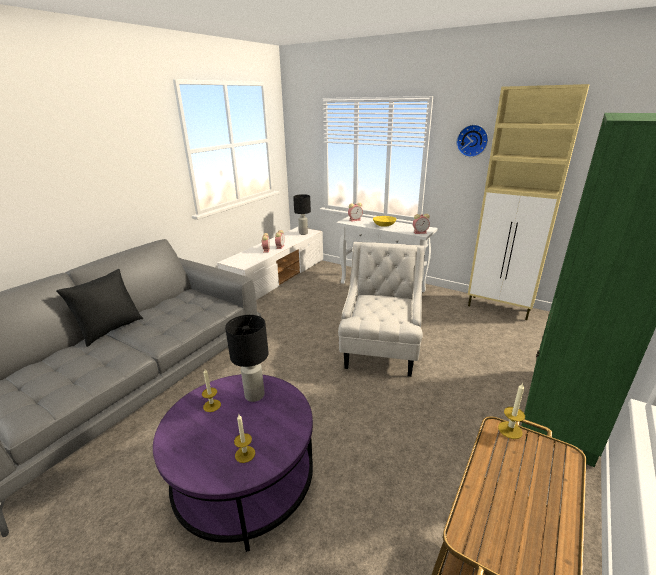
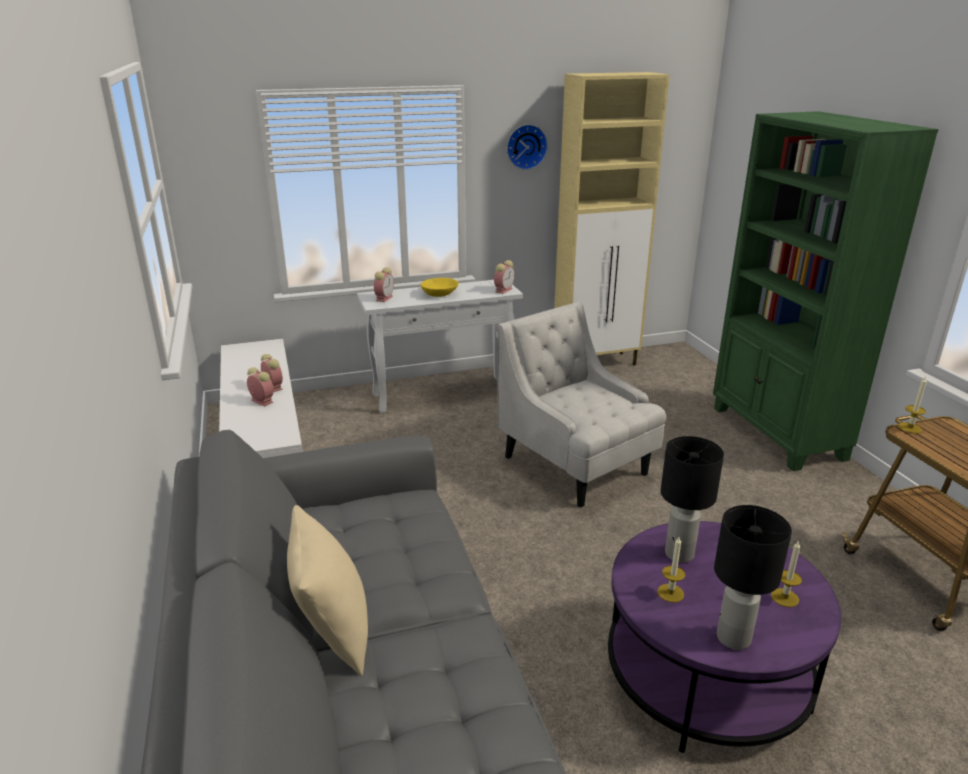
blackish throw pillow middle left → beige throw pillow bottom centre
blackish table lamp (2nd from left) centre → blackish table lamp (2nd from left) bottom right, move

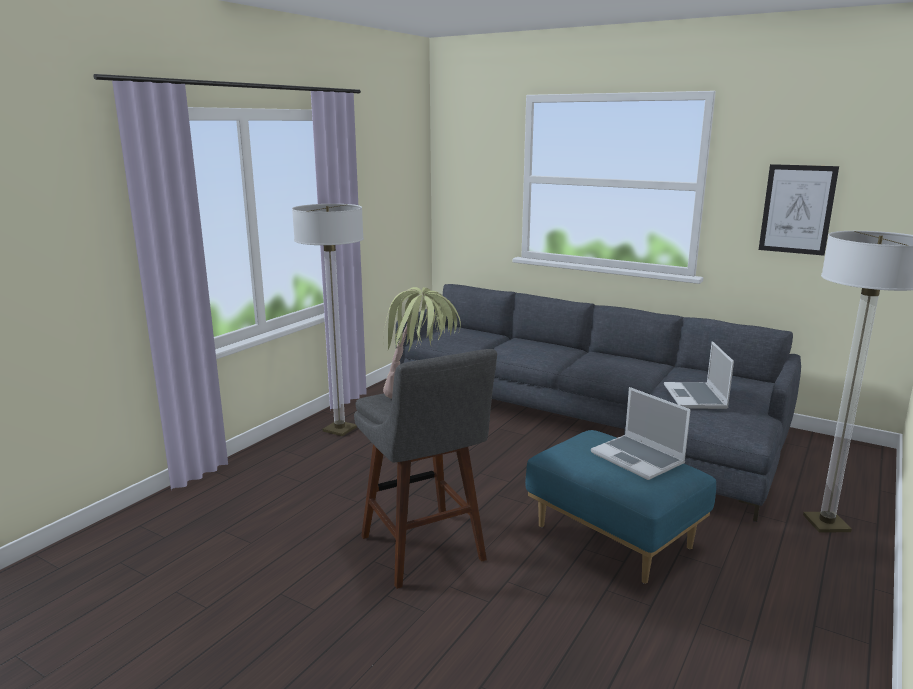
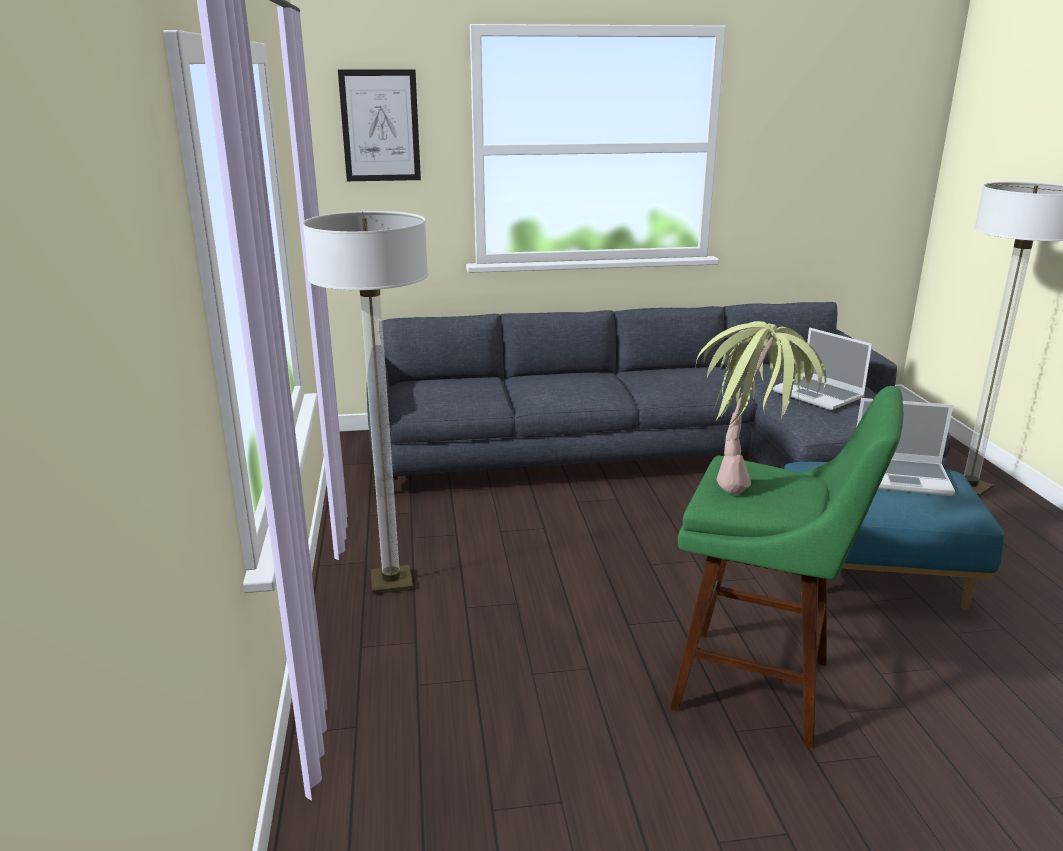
wall picture top right → wall picture top centre, move
grey sitting stool bottom centre → greenish sitting stool middle right

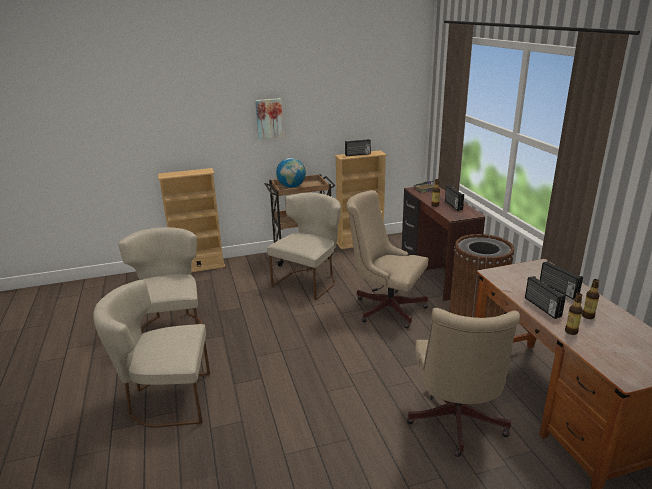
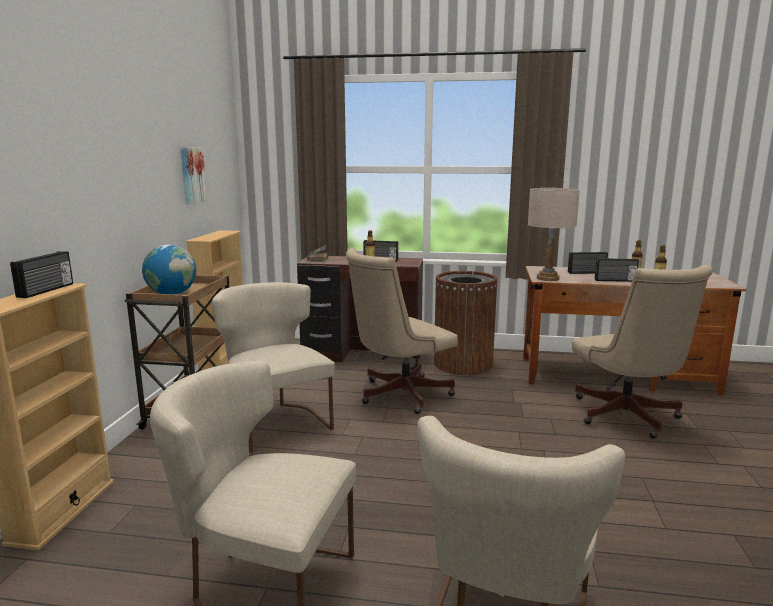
radio receiver (1st from left) top centre → radio receiver (1st from left) middle left, move
wall picture top centre → wall picture top left, move
- → beige table lamp middle right
beige desk chair (2nd from left) bottom right → beige desk chair (2nd from left) middle right, 45 degrees clockwise

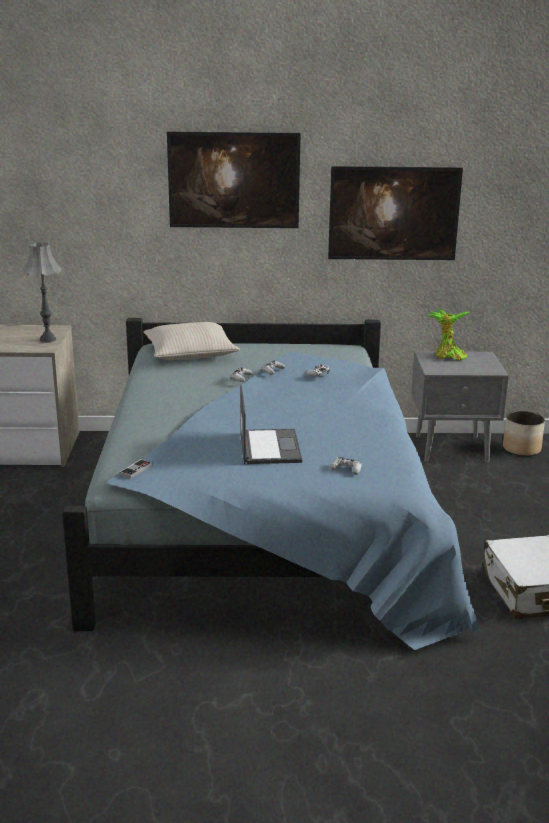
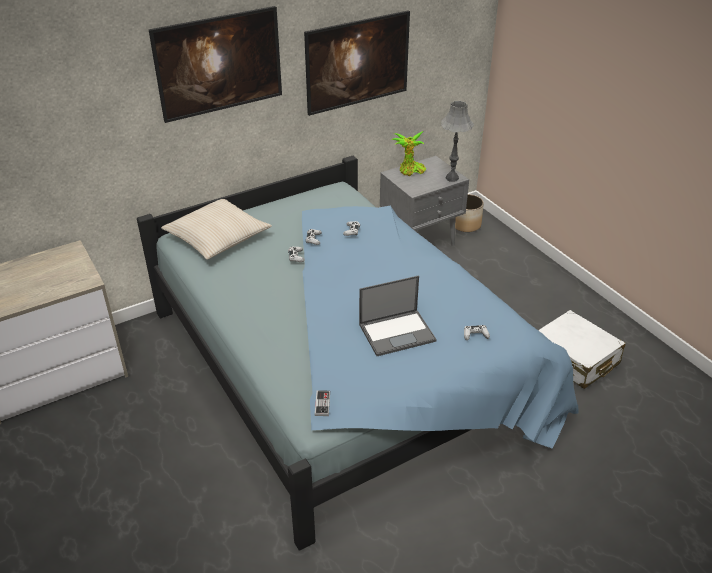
laptop centre, 105 degrees clockwise
grey table lamp middle left → grey table lamp top centre, move

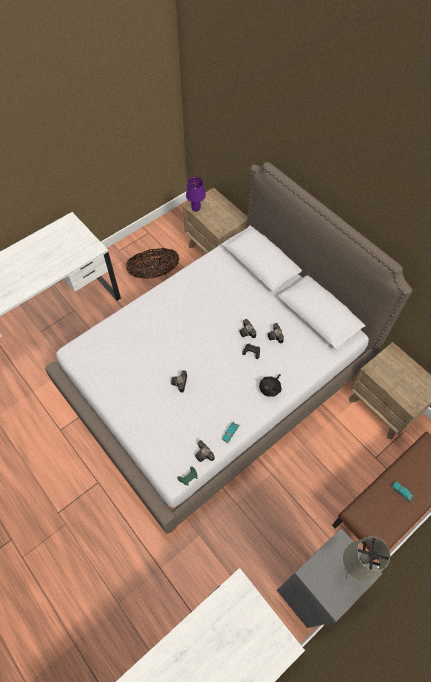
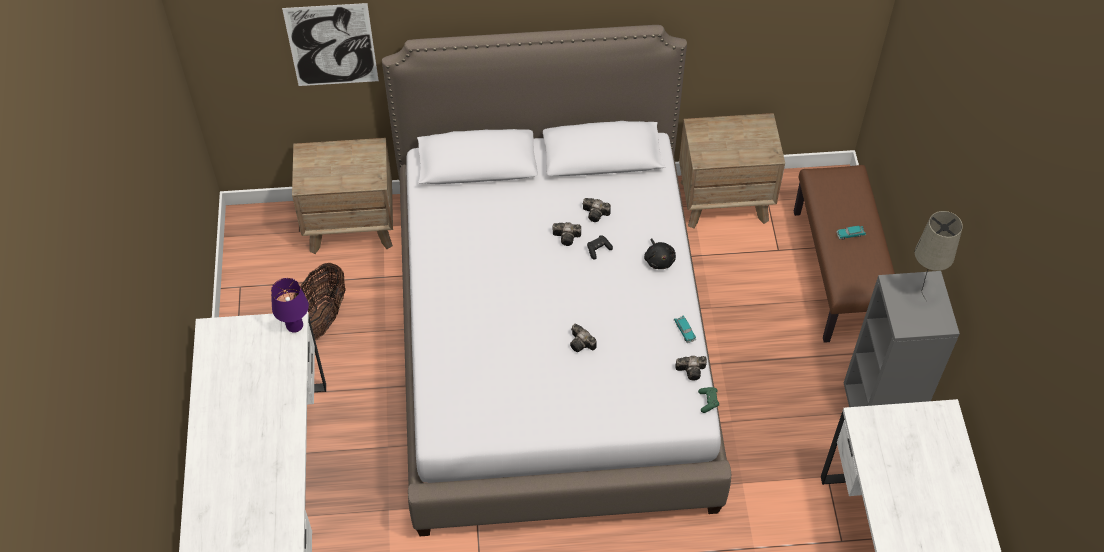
purplish table lamp top centre → purplish table lamp middle left, move
- → wall picture top left

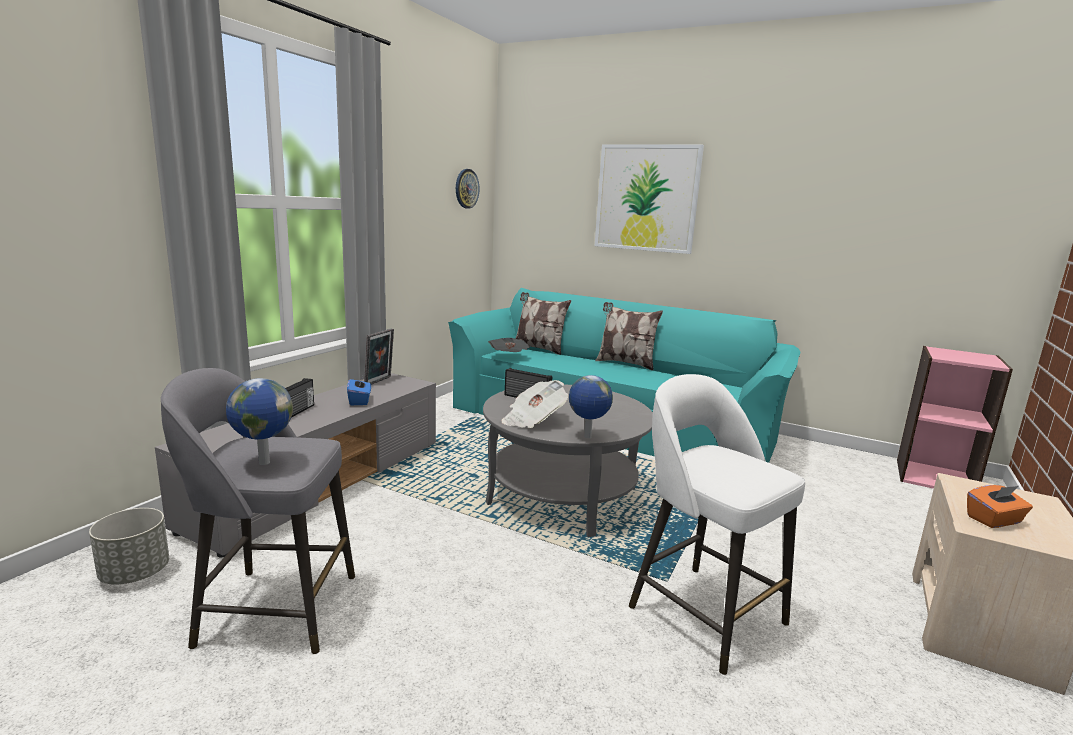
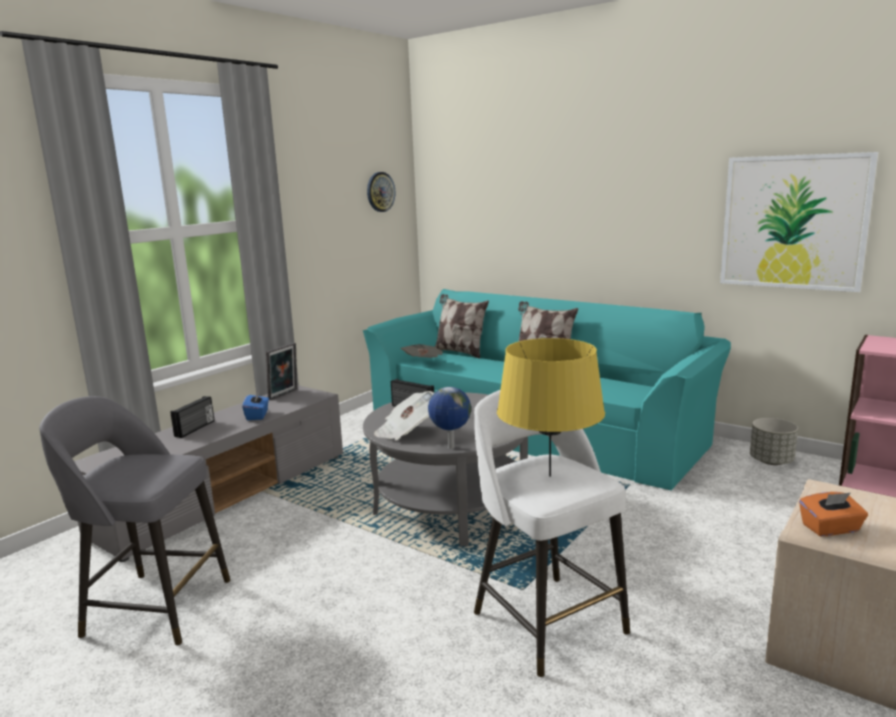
- → yellowish table lamp centre
wall picture top centre → wall picture top right, move
grey plant pot bottom left → grey plant pot middle right, move
desk globe (1st from left) middle left → -

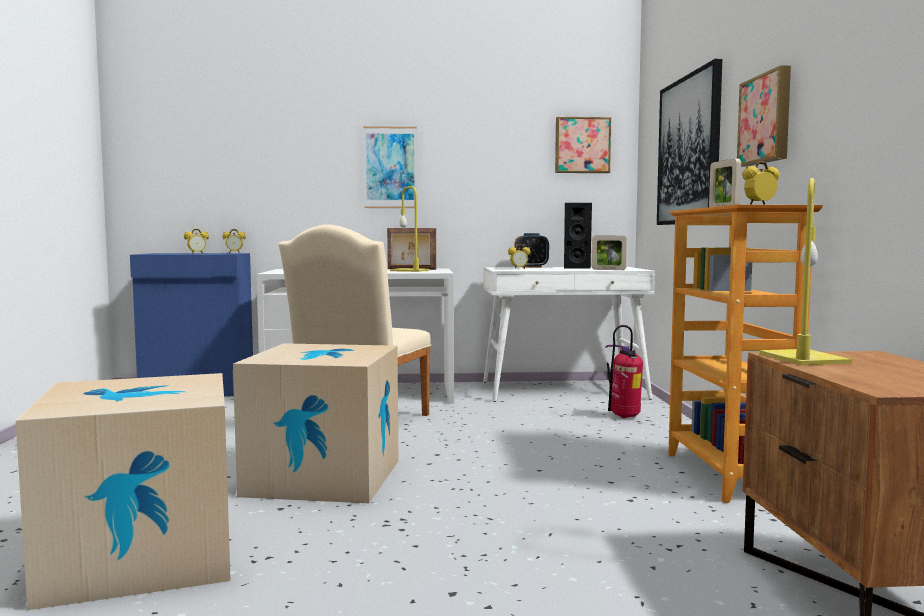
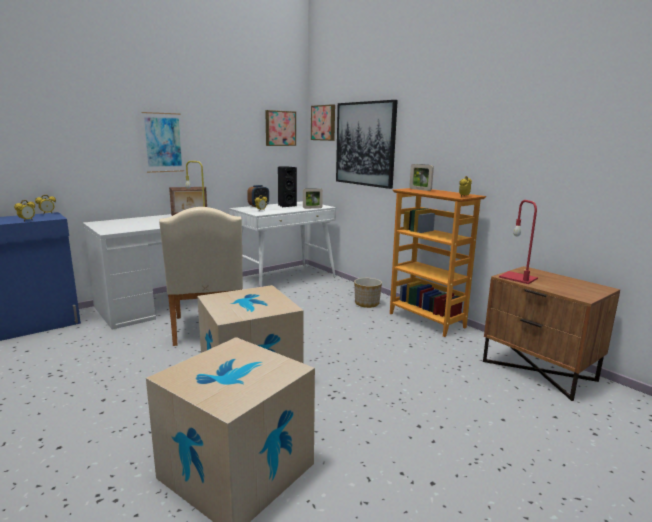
wall picture (4th from left in the first image) top right → wall picture (3rd from left) top centre, move
- → plant pot centre
yellowish table lamp (2nd from left) middle right → red-coloured table lamp middle right
fire-fighting cylinder middle right → -

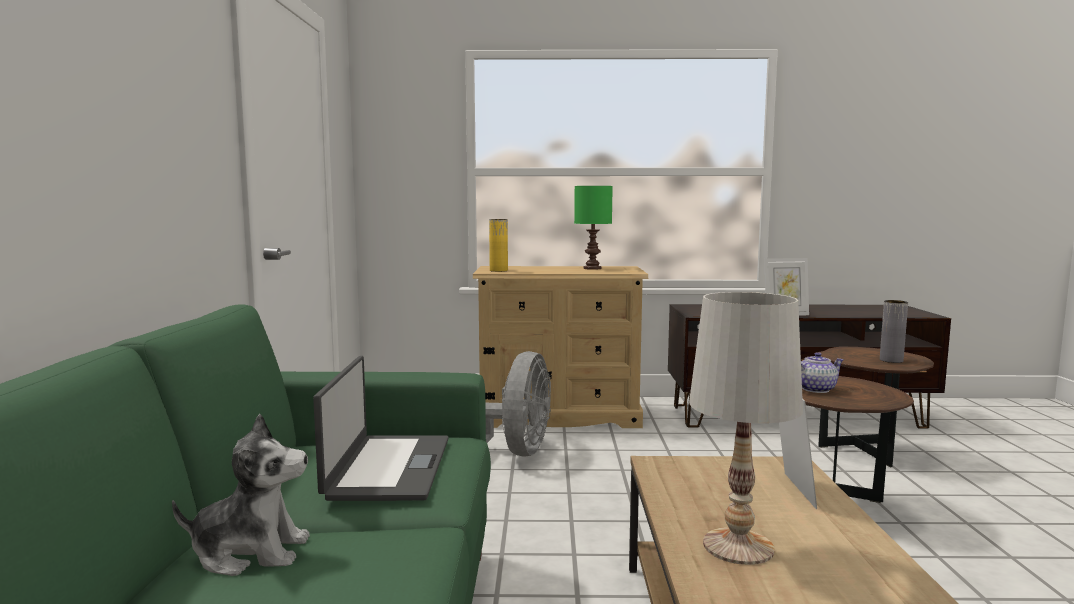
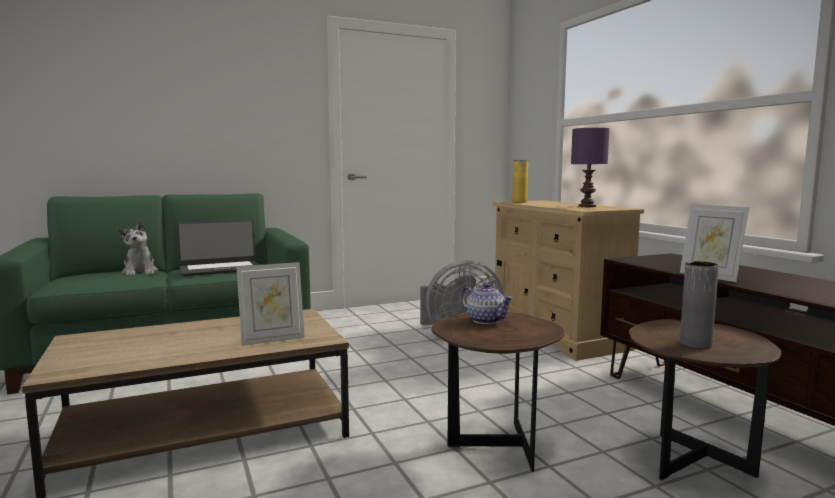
greenish table lamp centre → purplish table lamp middle right
white-coloured table lamp bottom right → -

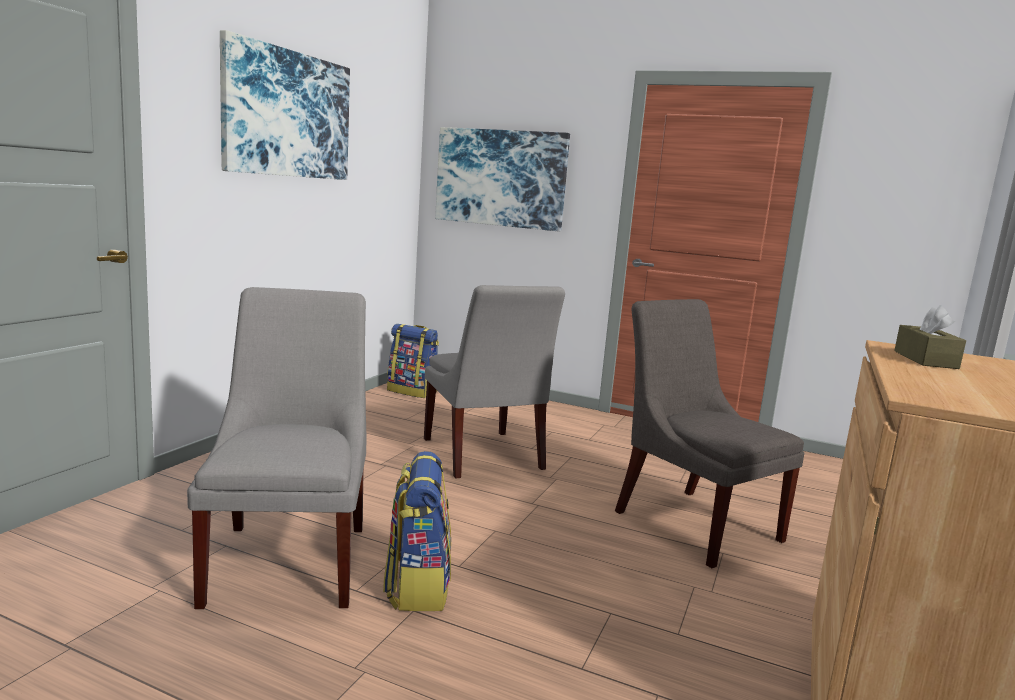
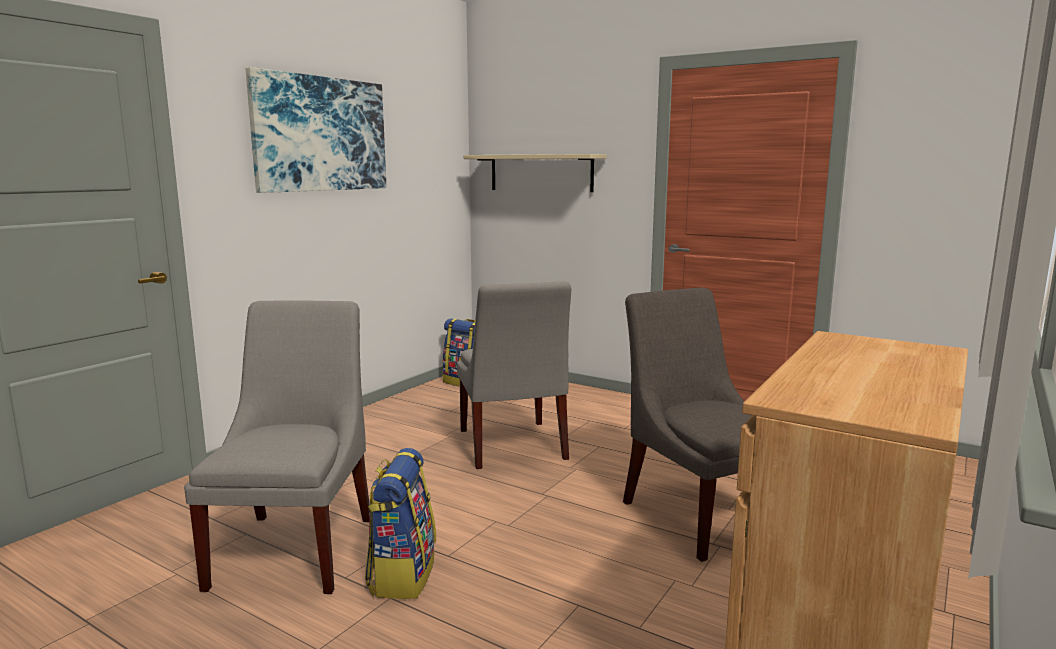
wall picture (2nd from left) top centre → beige bracket shelf top centre
brown-coloured tissue box middle right → -

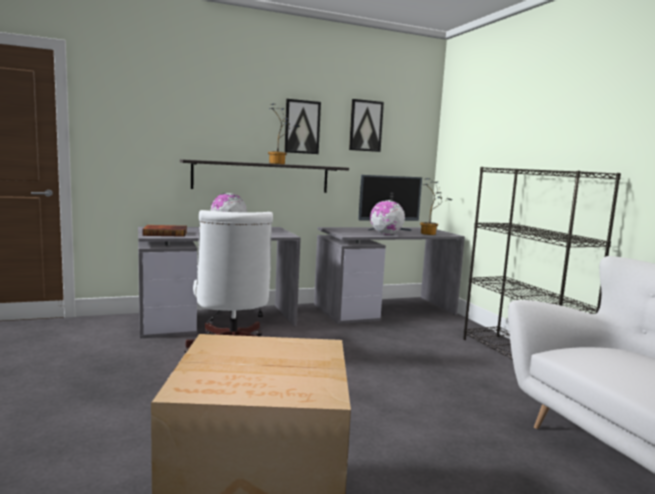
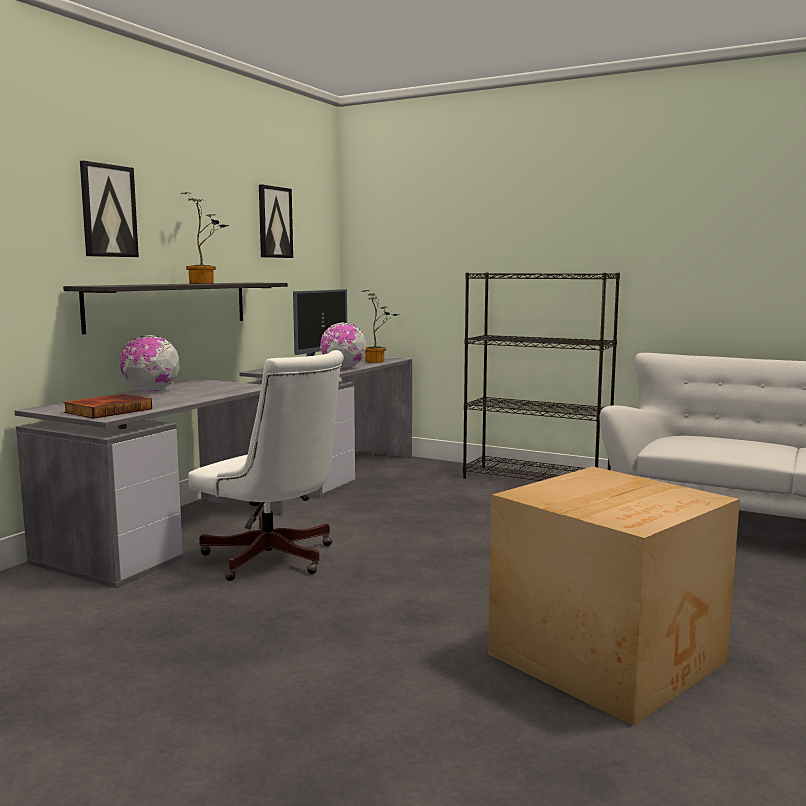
wall picture (1st from left) top centre → wall picture (1st from left) top left, move

